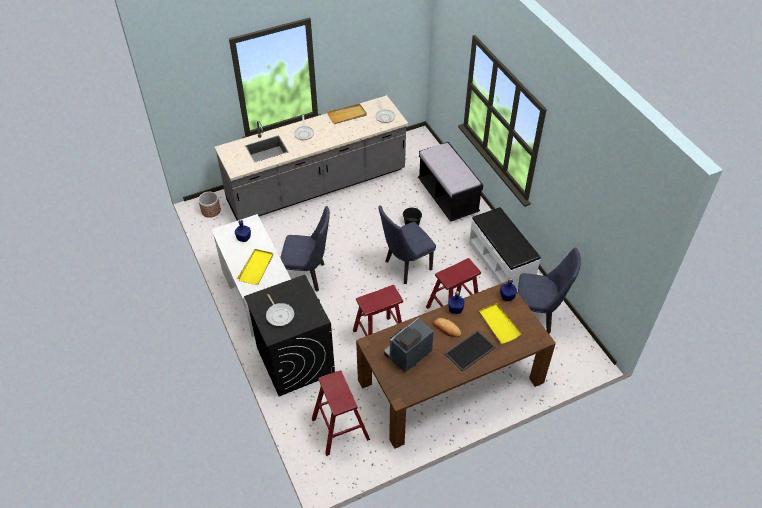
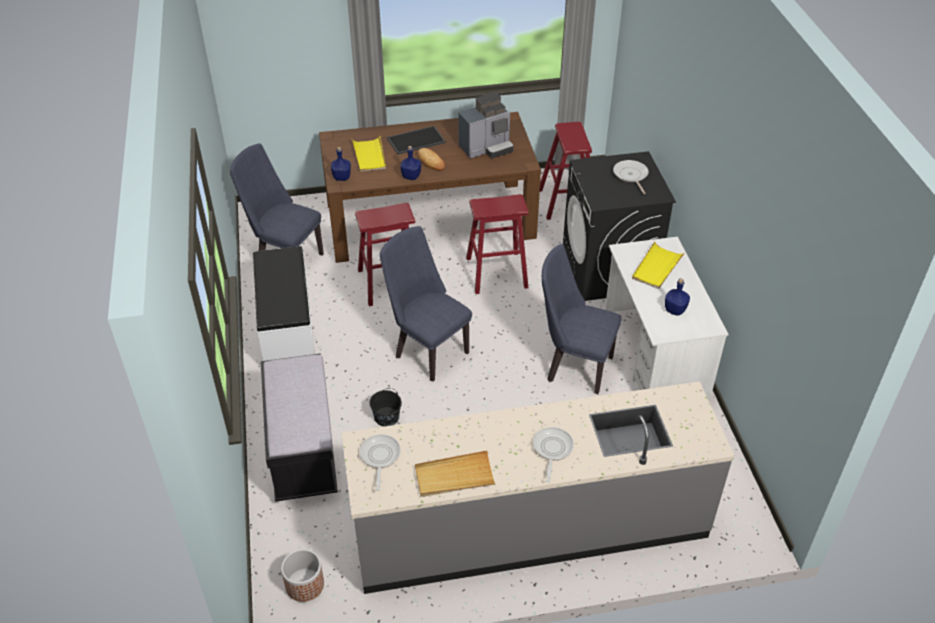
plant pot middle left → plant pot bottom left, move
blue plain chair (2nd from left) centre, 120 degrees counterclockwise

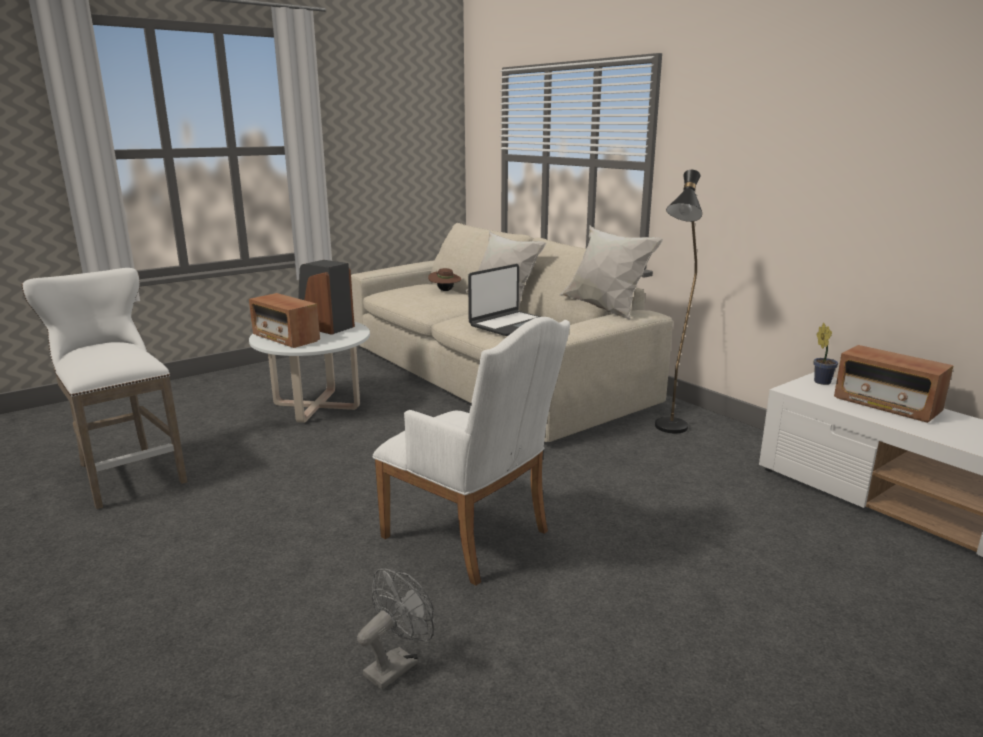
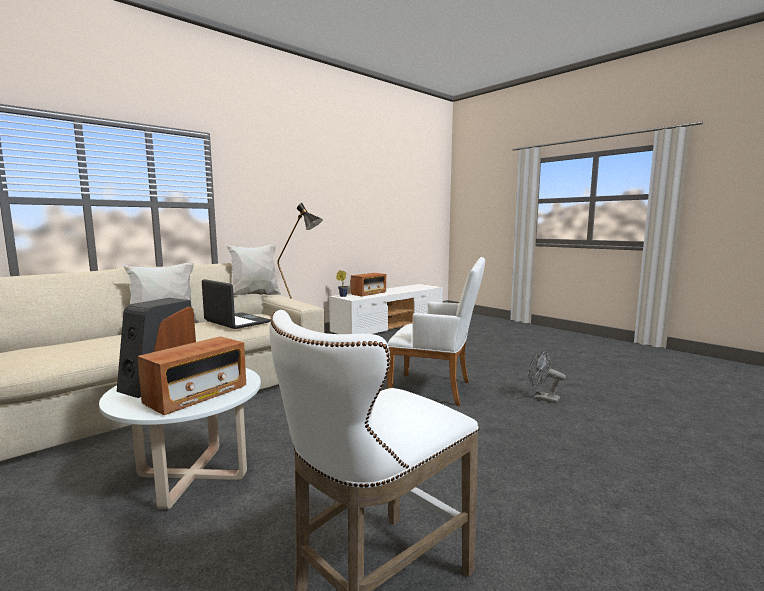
white-coloured armchair centre, 75 degrees clockwise
brown-coloured hat centre → -

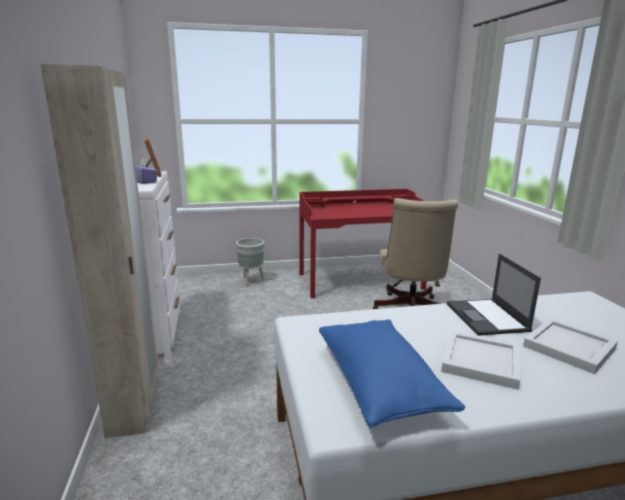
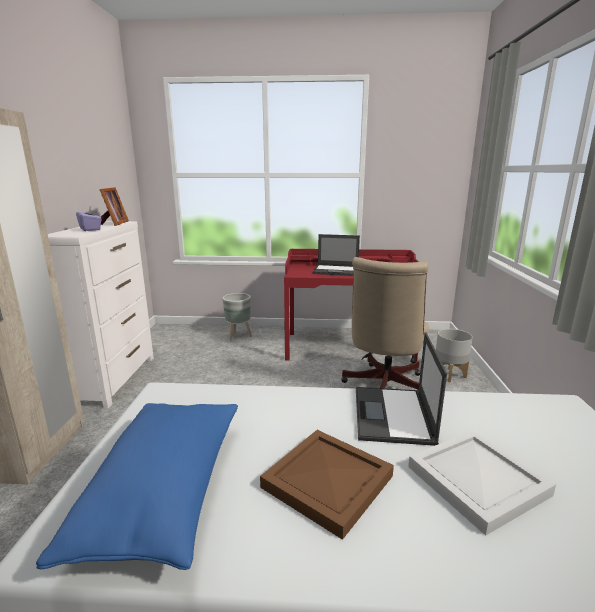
white-coloured tray (1st from left) bottom right → brown-coloured tray bottom centre
- → laptop (1st from left) centre
- → grey plant pot (2nd from left) middle right

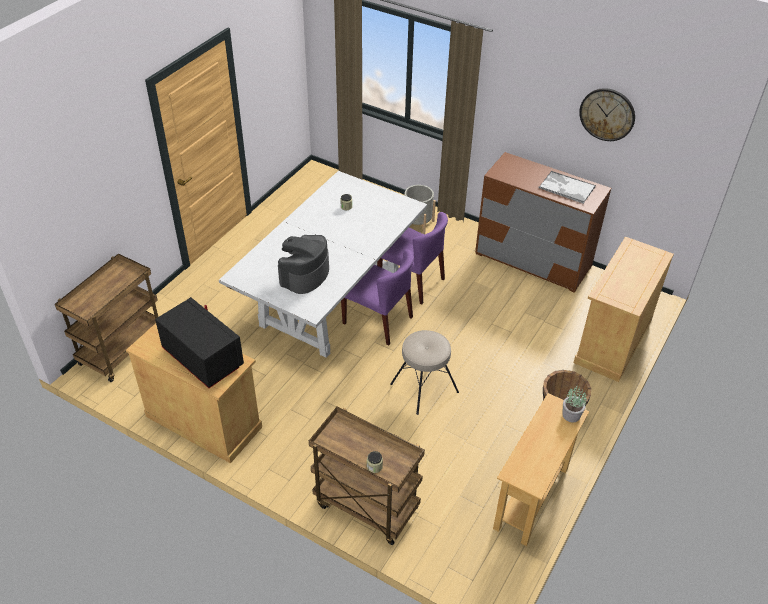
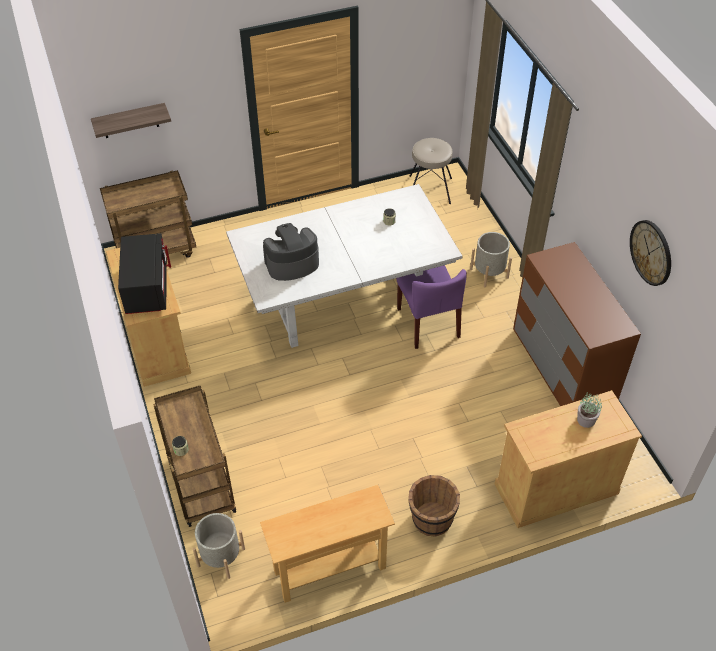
- → bracket shelf top left
- → grey plant pot (1st from left) bottom left
beige sitting stool centre → beige sitting stool top centre, move
plant in a pot bottom right → plant in a pot middle right, move
purplish plain chair (1st from left) centre → -
tray top right → -

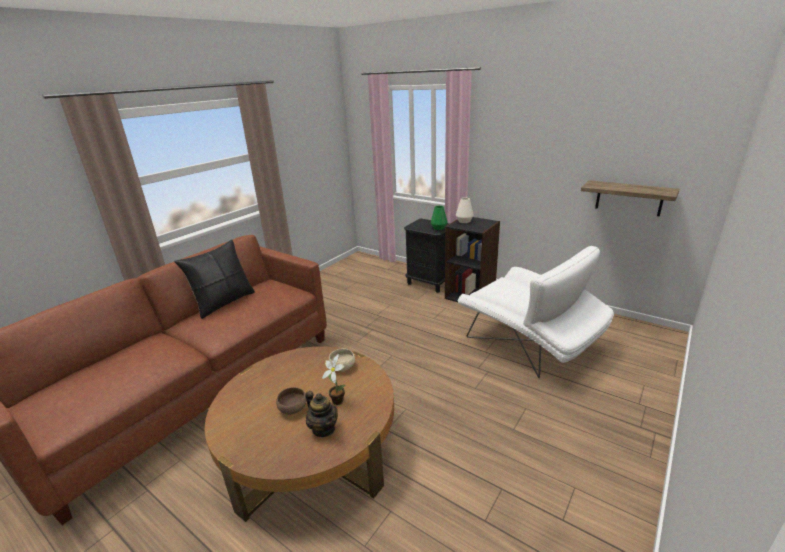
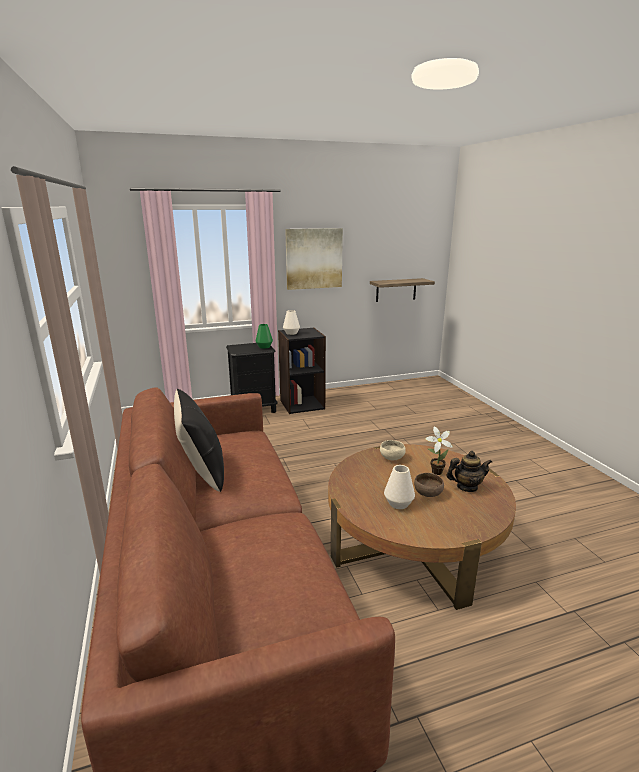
- → wall picture centre
- → white-coloured decorative vase (2nd from left) centre
white-coloured armchair middle right → -

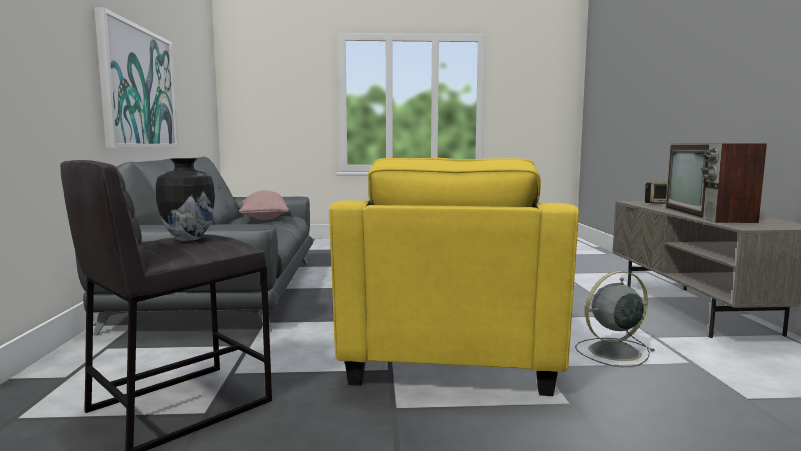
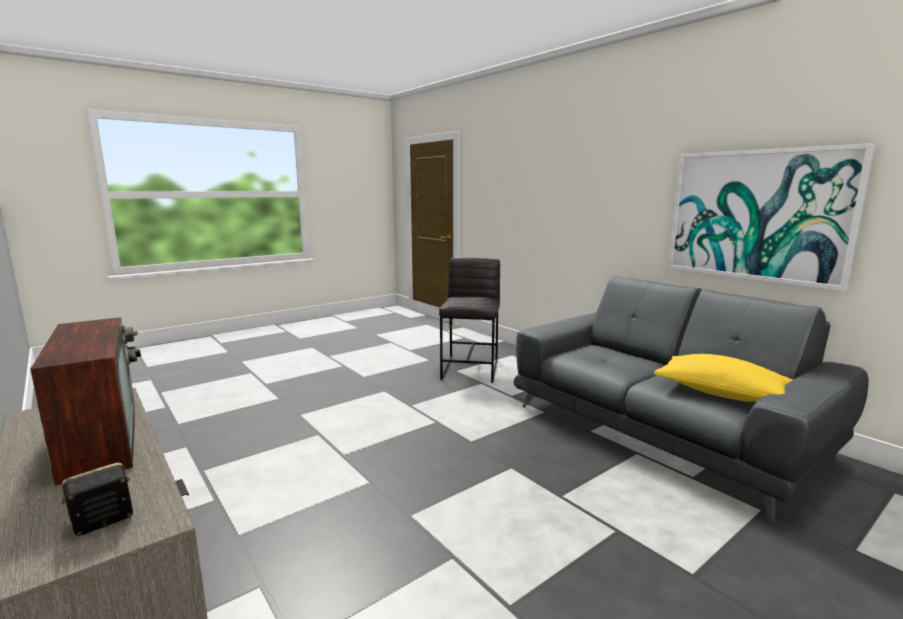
pinkish throw pillow middle left → yellowish throw pillow middle right
decorative vase middle left → -
yellowish armchair centre → -
grey fan bottom right → -

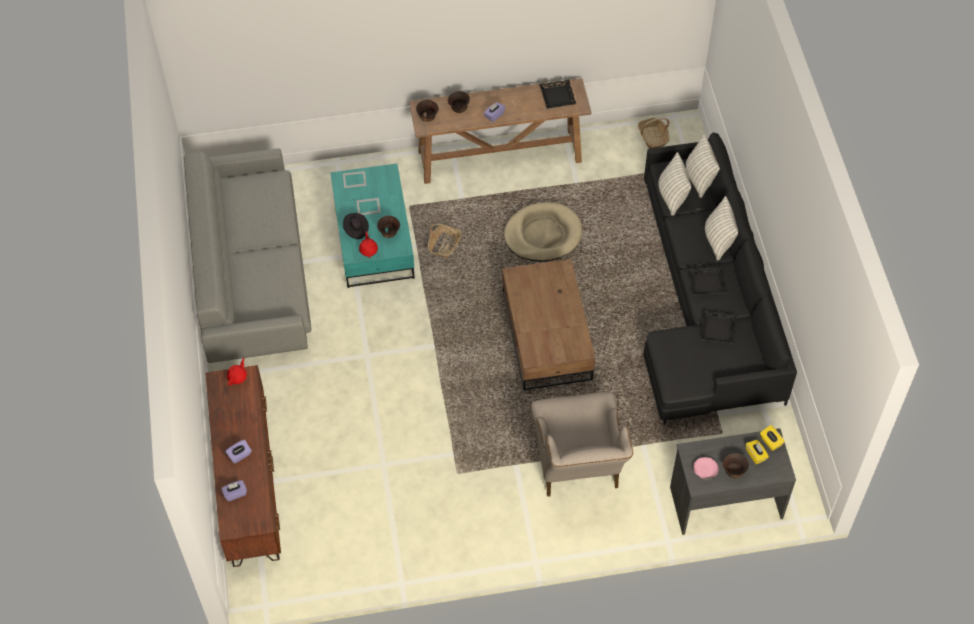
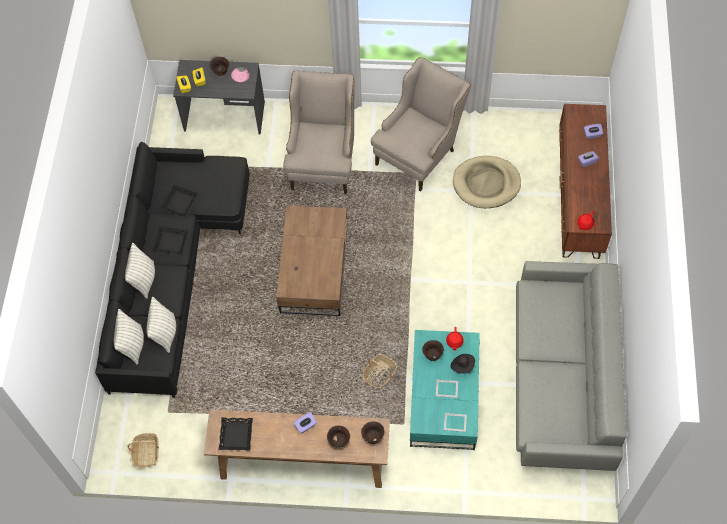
- → beige armchair (2nd from left) top centre
beige dog cushion centre → beige dog cushion middle right, move

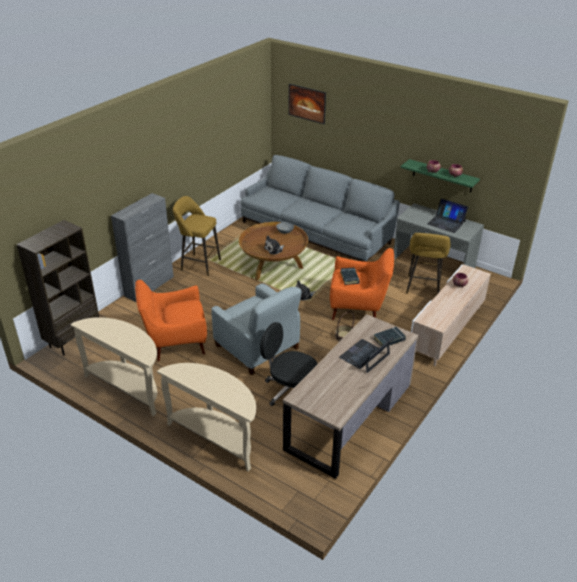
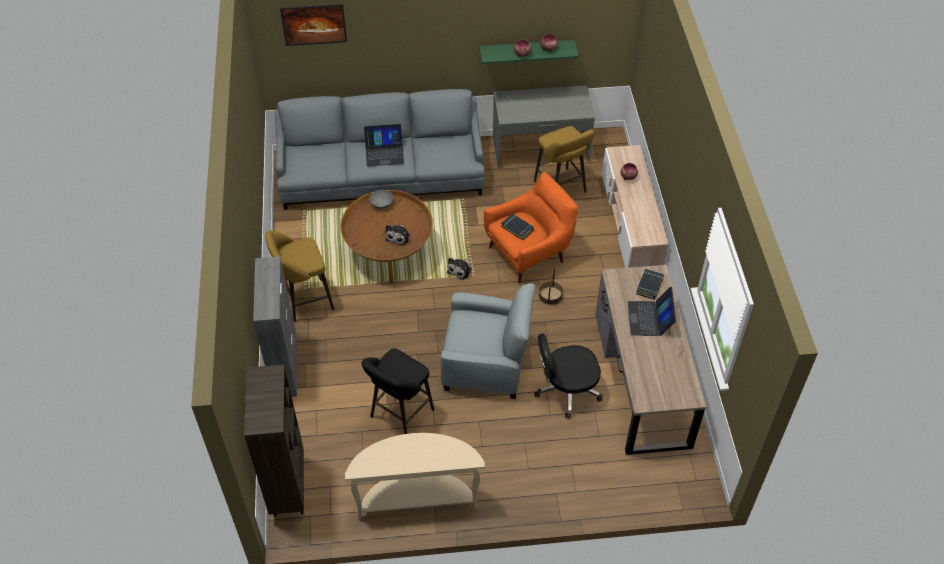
orange-coloured armchair (1st from left) middle left → blackish sitting stool bottom centre
laptop (2nd from left in the first image) middle right → laptop (1st from left) top centre, move
beige console table (2nd from left) bottom centre → -

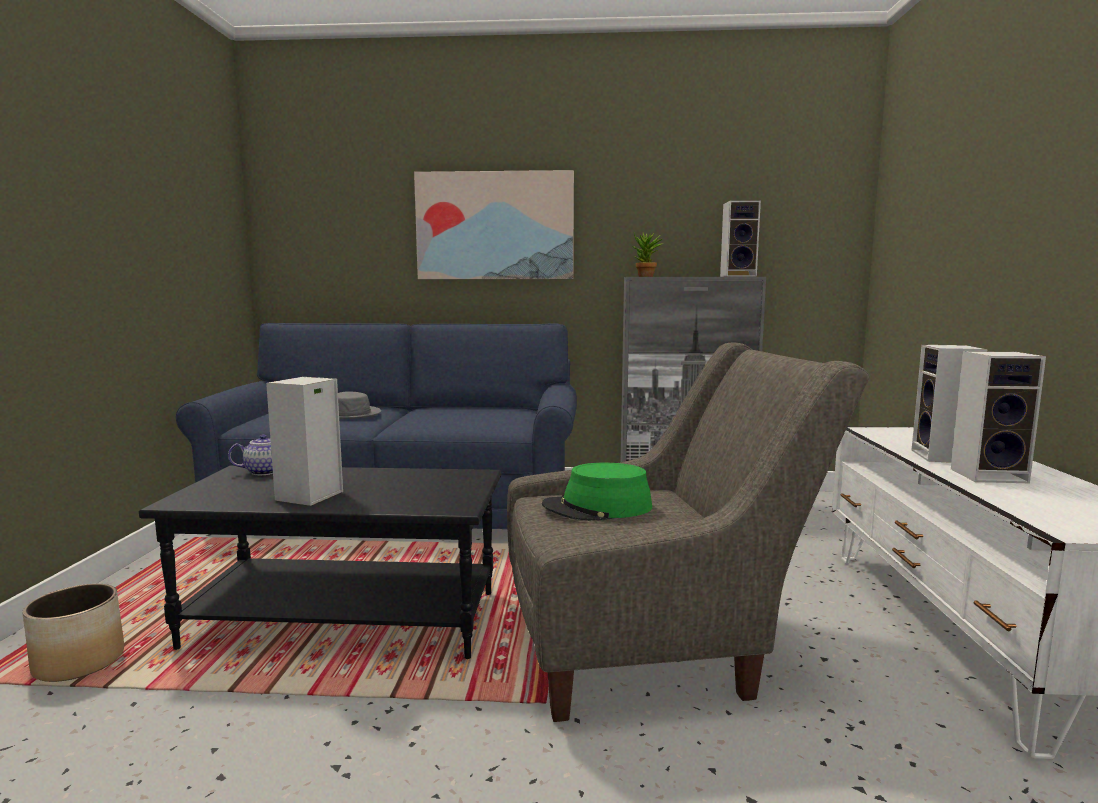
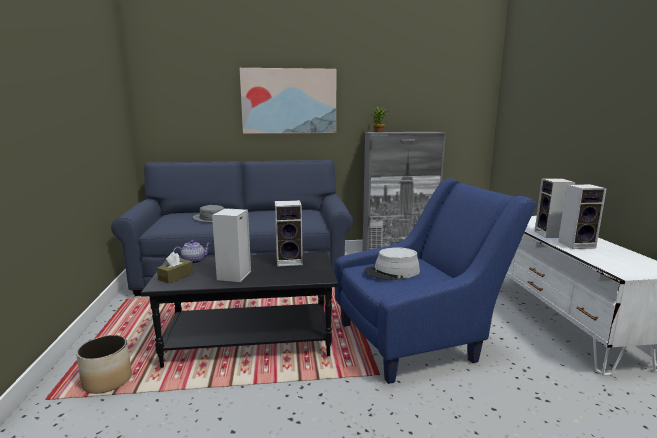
- → brown-coloured tissue box middle left
loudspeaker (2nd from left) top right → loudspeaker (2nd from left) centre, move
grey armchair centre → blue armchair centre
greenish hat centre → grey hat (2nd from left) centre

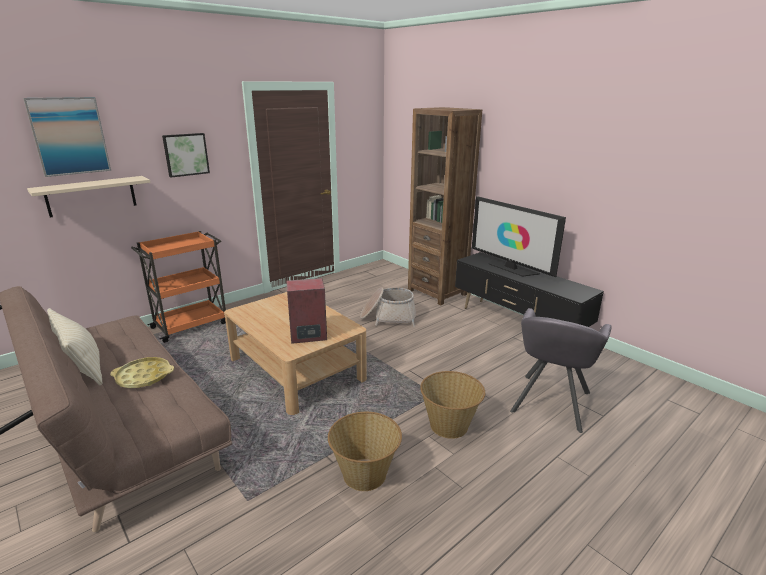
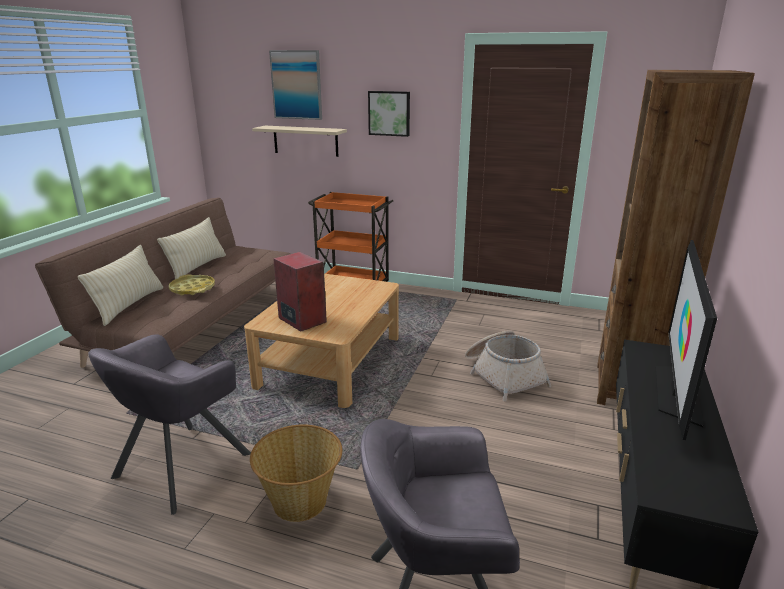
- → beige throw pillow (1st from left) middle left
basket (1st from left) bottom centre → grey armchair (1st from left) bottom left

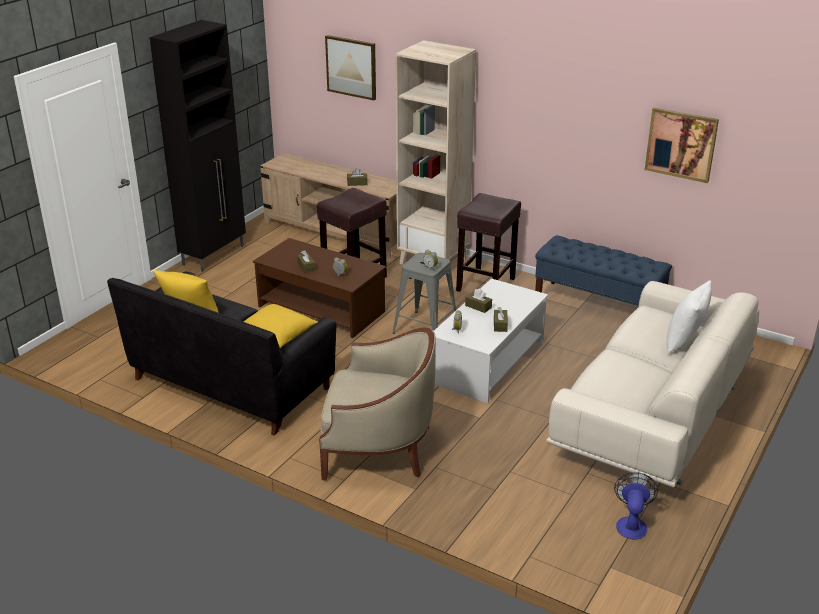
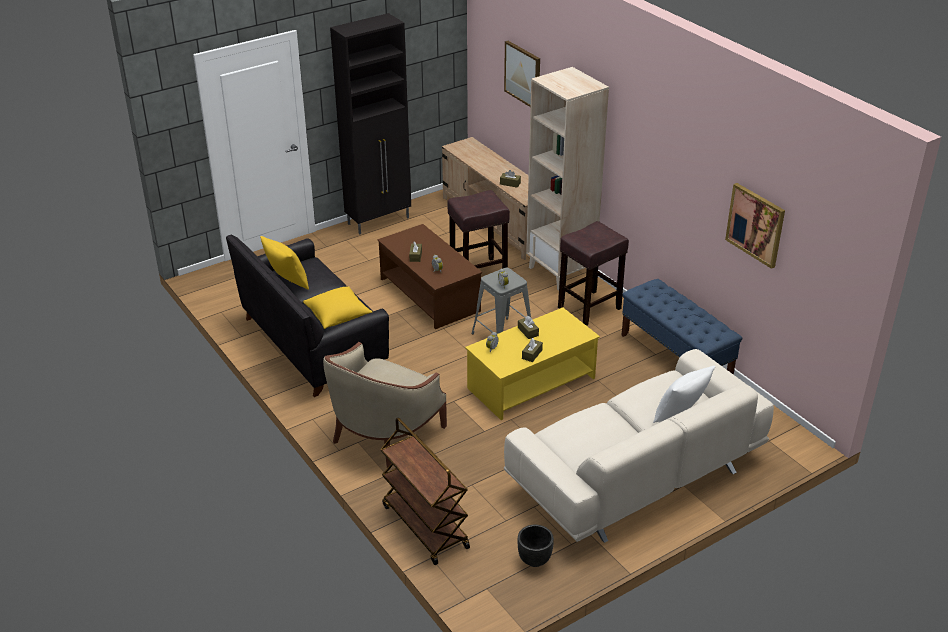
beige armchair centre, 90 degrees clockwise
- → brown-coloured trolley bottom centre
white-coloured low table centre → yellowish low table centre
fan bottom right → blackish plant pot bottom centre

